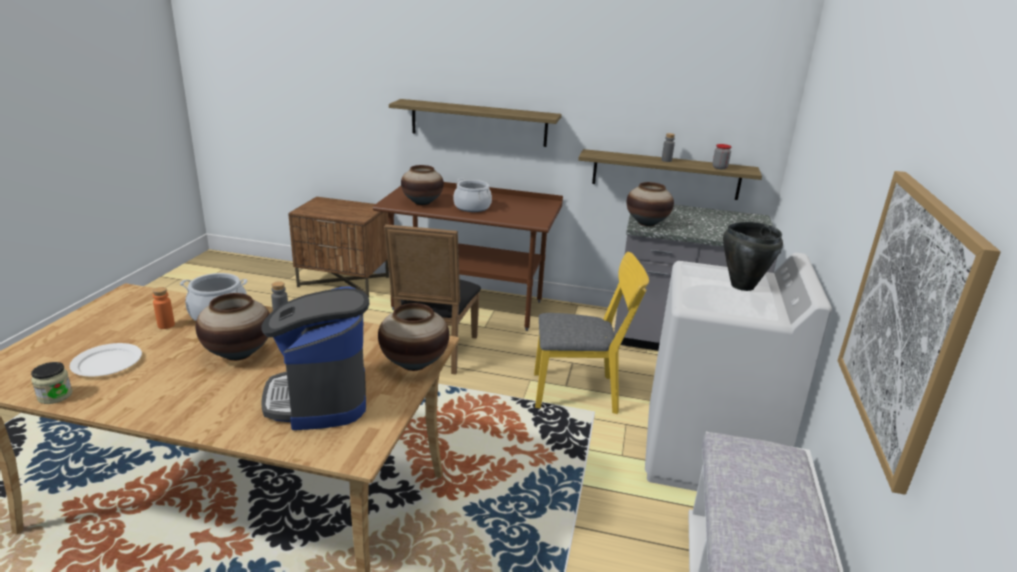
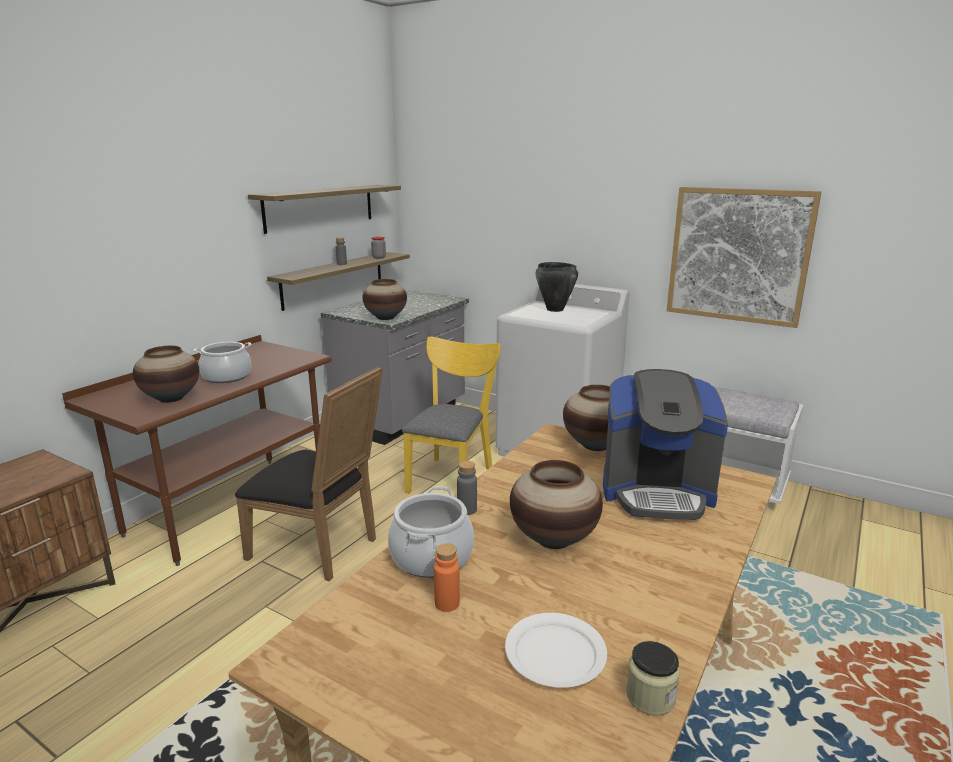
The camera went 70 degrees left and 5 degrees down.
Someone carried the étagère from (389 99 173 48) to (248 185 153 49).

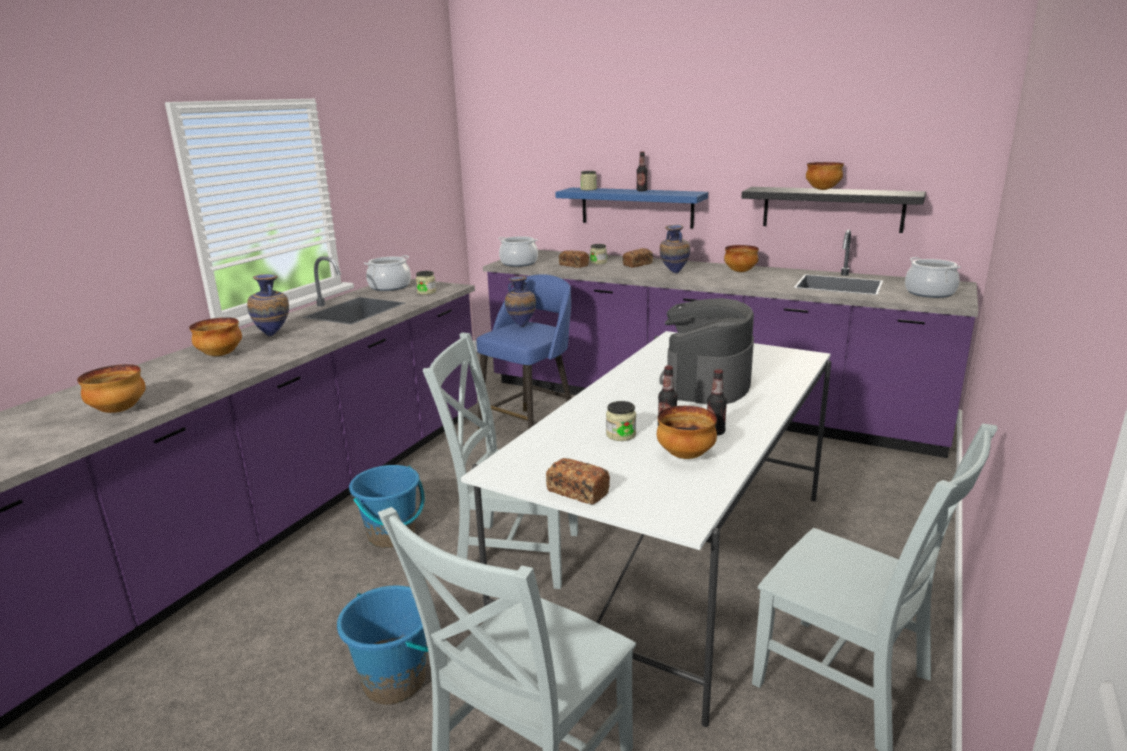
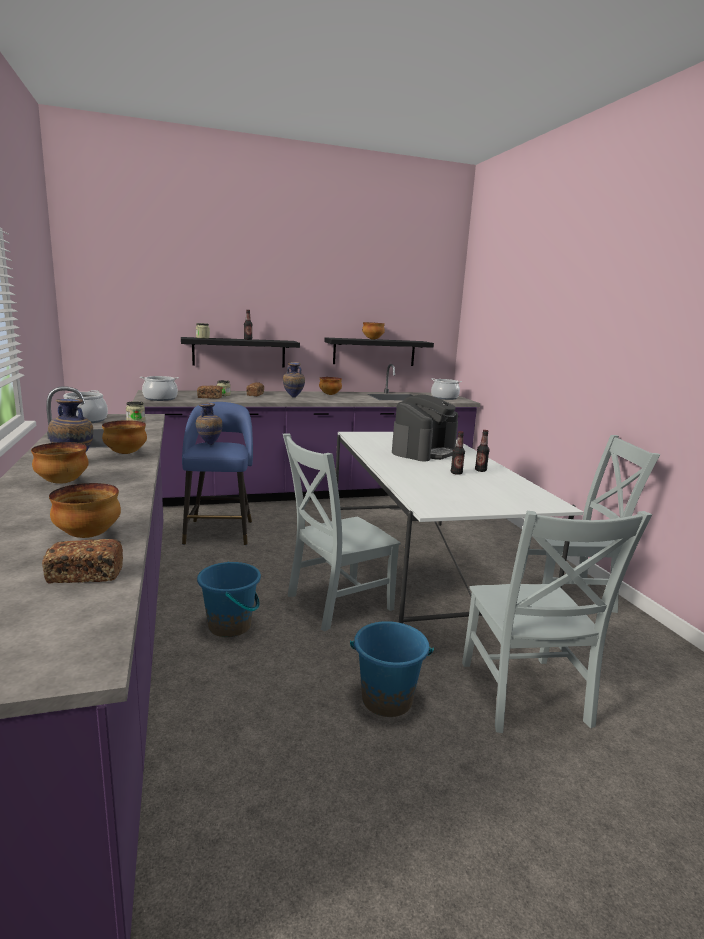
The camera went 45 degrees left and 5 degrees down.
Someone took away the bocal at (606 401 30 40).
Someone carried the pain from (546 458 64 46) to (42 539 81 45).
Someone carried the bol from (657 406 60 53) to (102 420 45 34).
Someone repainted the étagère/bleu at (555 188 153 41), which became the étagère/noir at (181 337 119 30).
Someone rotated the machine à café at (660 298 94 106) by 120 degrees counterclockwise.

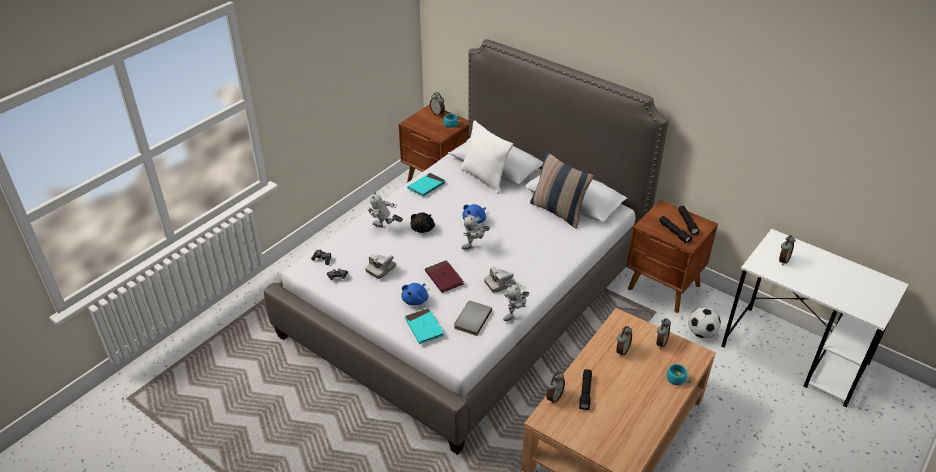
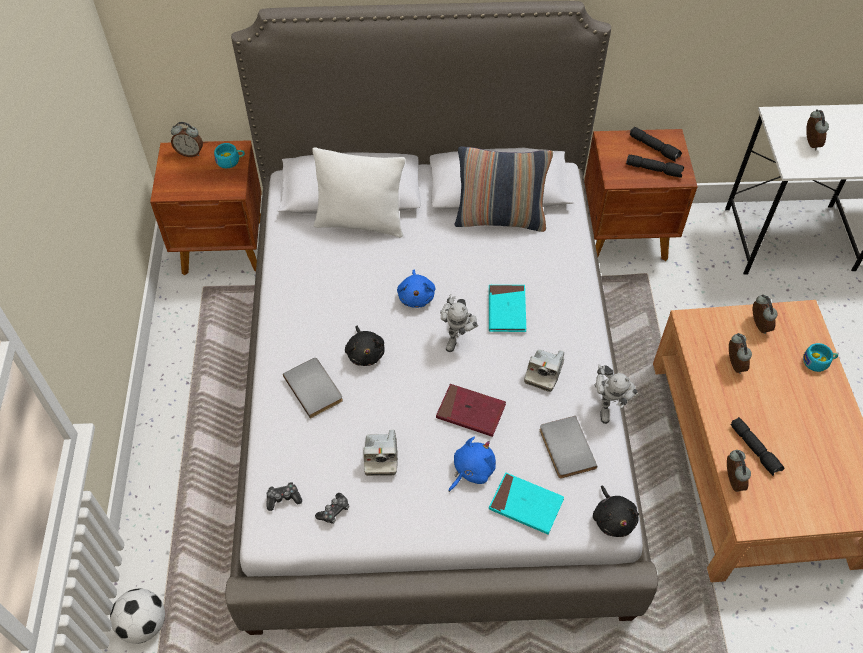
The camera went 40 degrees left and 15 degrees up.
Someone put down the peluche/noir at (593 486 46 51).
Someone carried the livre/turquoise from (407 173 39 24) to (489 285 37 47).
Someone carried the ballon de foot from (688 307 33 31) to (110 588 55 56).
Someone swapped the robot jouet at (367 192 36 36) for the livre/gris at (283 358 60 61).
Someone rotated the peluche/bleu at (401 283 28 23) by 120 degrees counterclockwise.

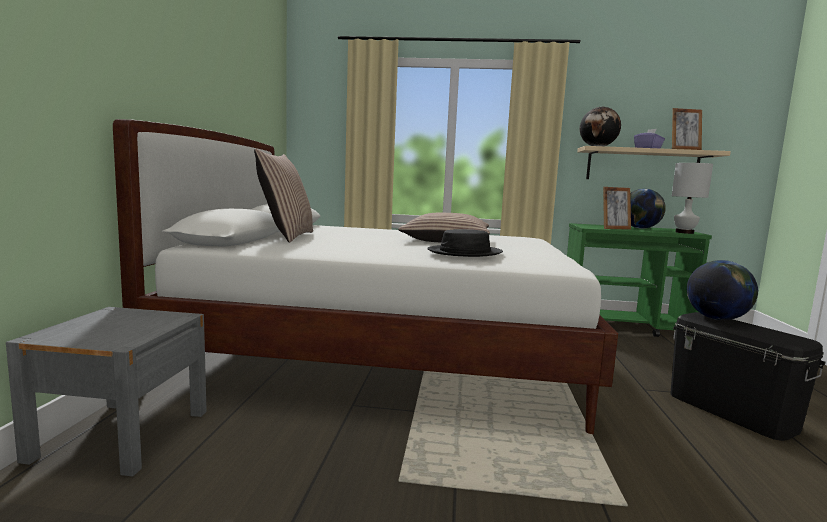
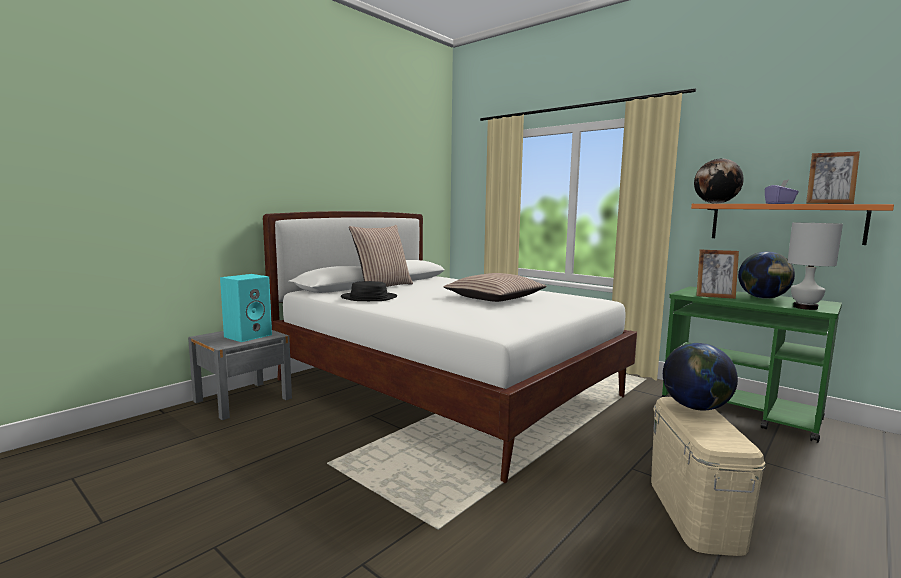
The camera went 35 degrees right and 0 degrees up.
Someone put down the enceinte/turquoise at (220 274 52 68).
Someone carried the chapeau/noir from (427 229 76 28) to (341 281 56 20).
Someone repainted the étagère/beige at (577 146 154 33), which became the étagère/orange at (691 204 203 41).
Someone repainted the boîte de rangement/noir at (670 312 156 129), which became the boîte de rangement/beige at (651 397 115 159).

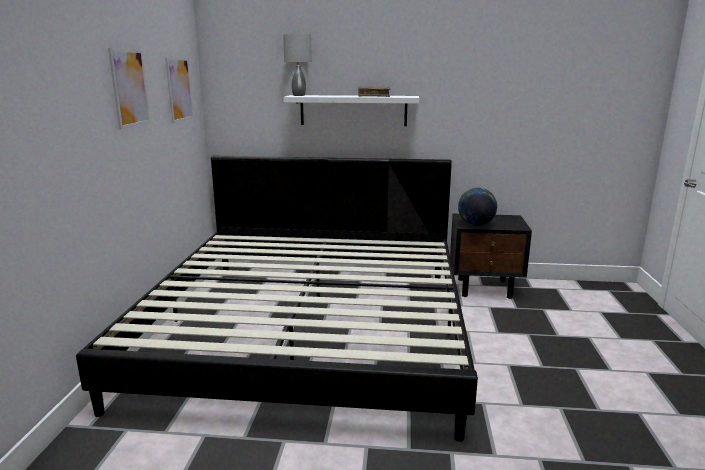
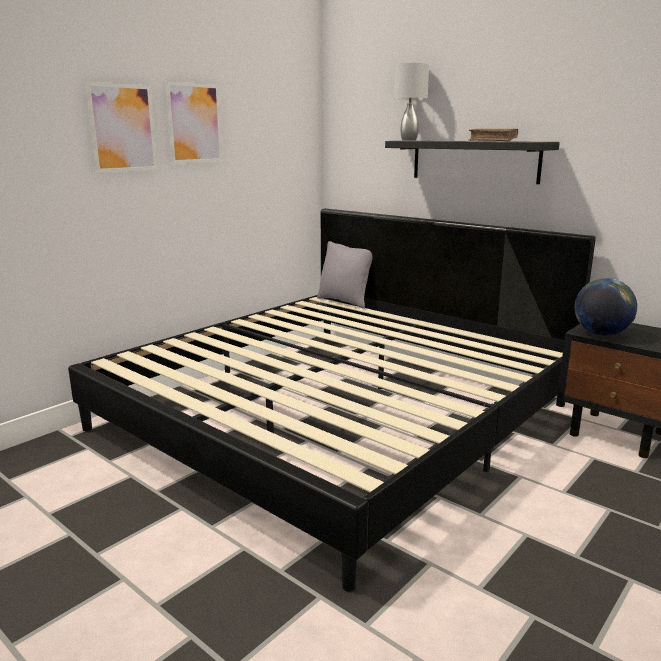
The camera went 35 degrees right and 0 degrees up.
Someone put down the coussin/gris at (317 241 55 68).
Someone carried the tableau from (165 57 29 66) to (85 81 73 92).
Someone repainted the étagère/blanc at (283 95 136 31), which became the étagère/noir at (385 141 175 43).

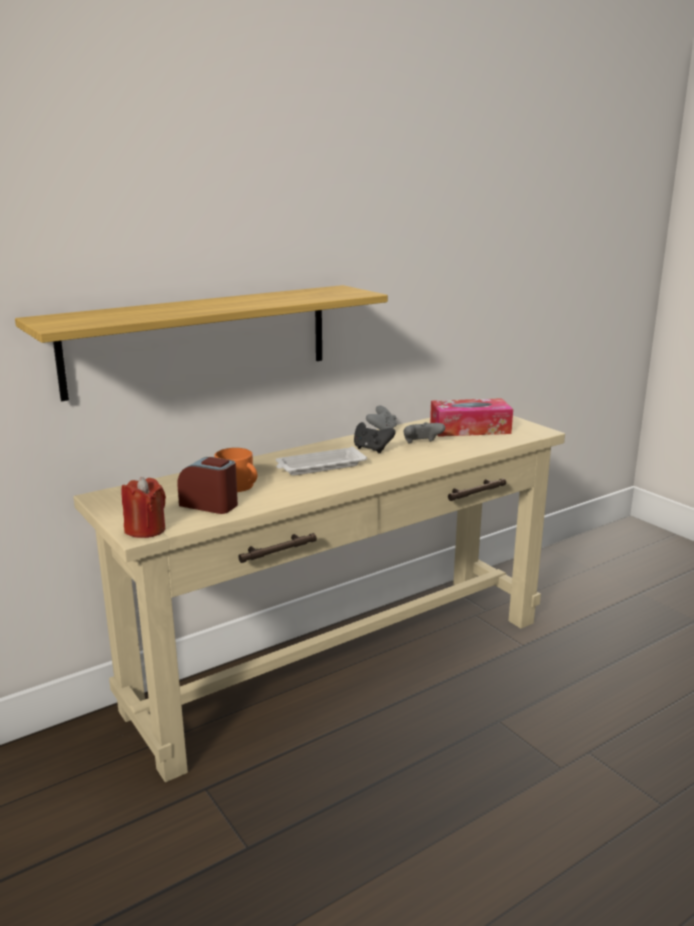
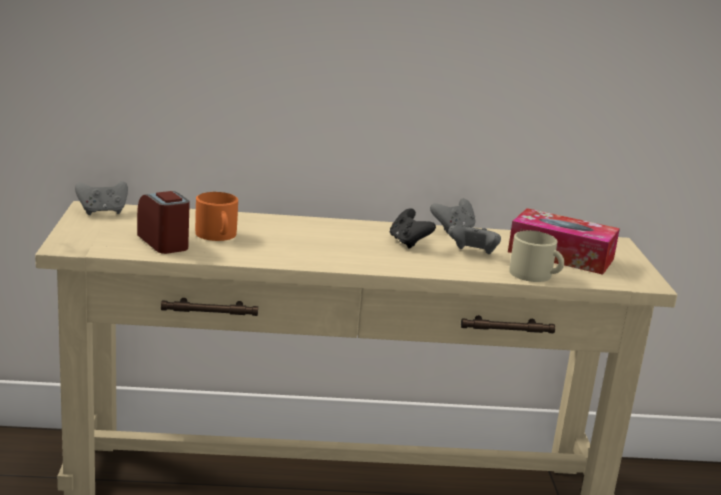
The camera went 30 degrees right and 0 degrees up.
Someone took away the étagère at (15 285 373 116).
Someone took away the bougie/rouge at (121 477 45 61).
Someone took away the plateau/blanc at (276 446 91 30).
Someone put down the manette/gris at (75 181 53 34).
Someone put down the mug/beige at (509 231 55 51).

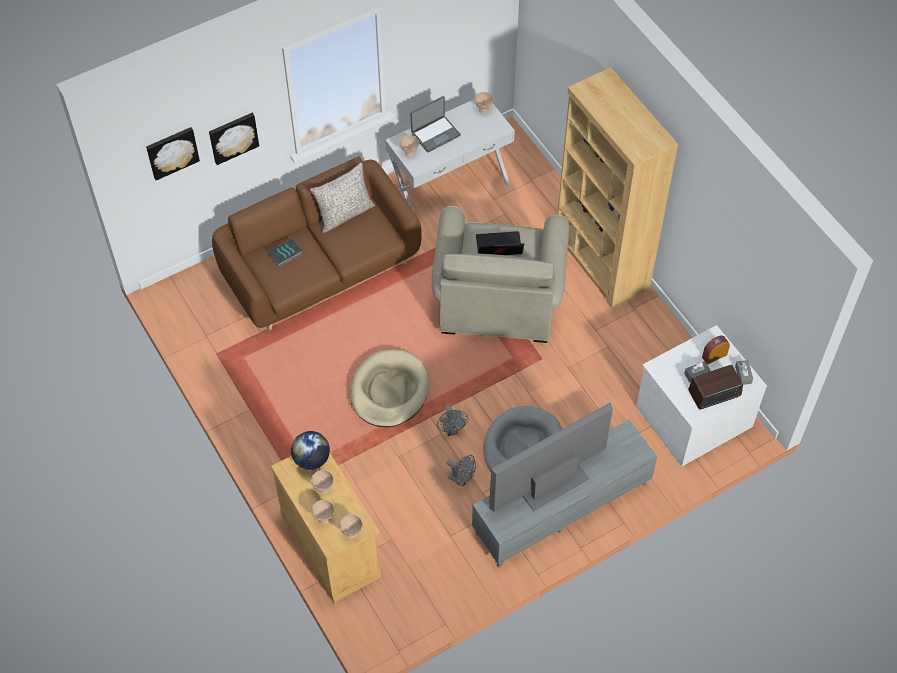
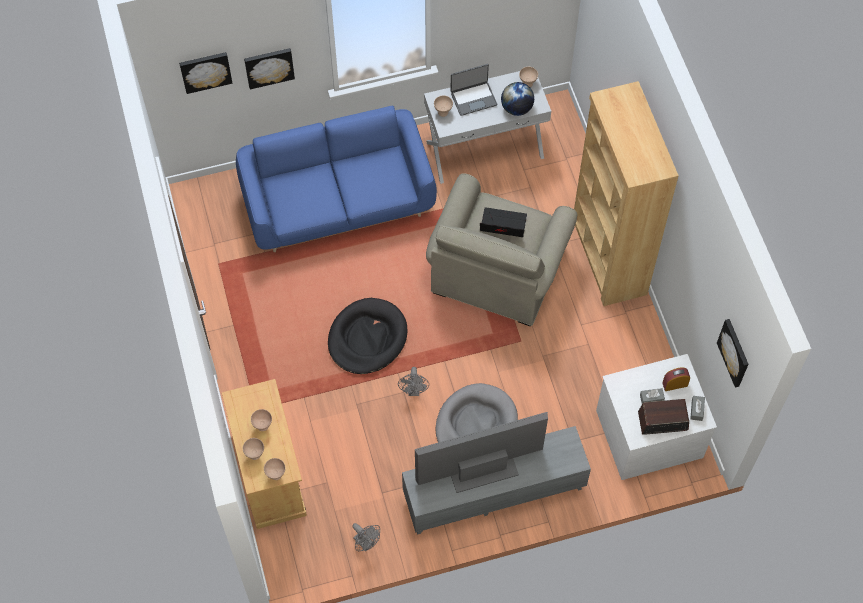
The camera went 15 degrees right and 5 degrees up.
Someone took away the livre at (268 239 34 28).
Someone took away the coussin/gris at (310 163 65 70).
Someone put up the tableau at (717 319 31 69).
Someone carried the globe from (291 431 39 39) to (501 82 33 34).
Someone carried the ventilateur/gris from (446 455 30 32) to (352 523 28 28).
Someone repainted the canapé/marron at (212 157 210 173), which became the canapé/bleu at (236 106 201 146).
Someone repainted the panier pour chien/beige at (350 349 80 78), which became the panier pour chien/noir at (328 298 79 76).

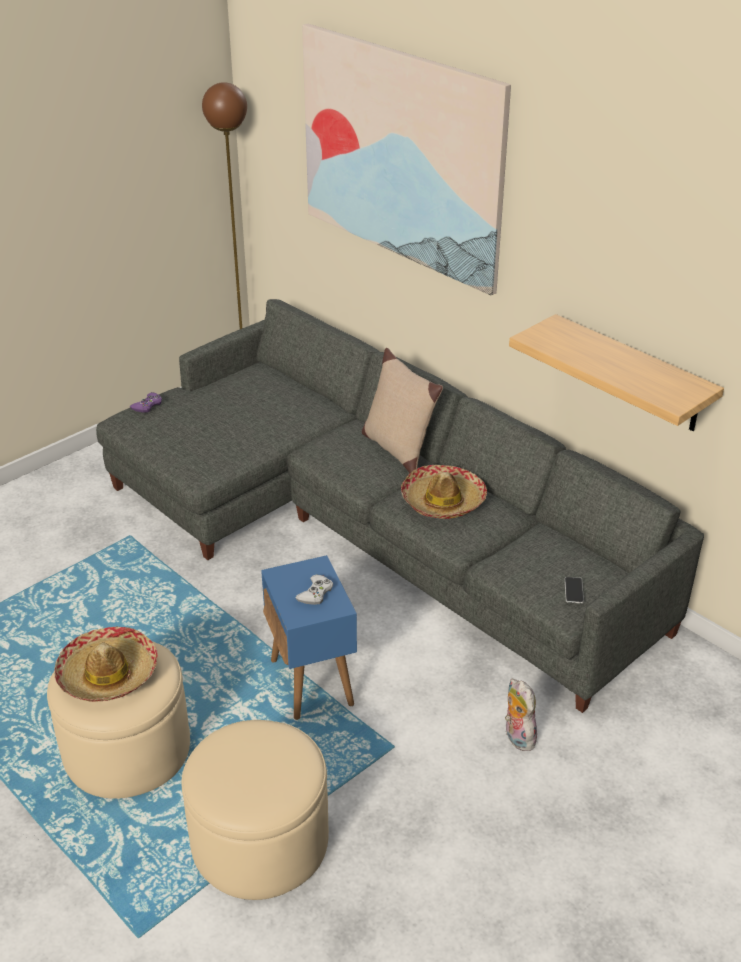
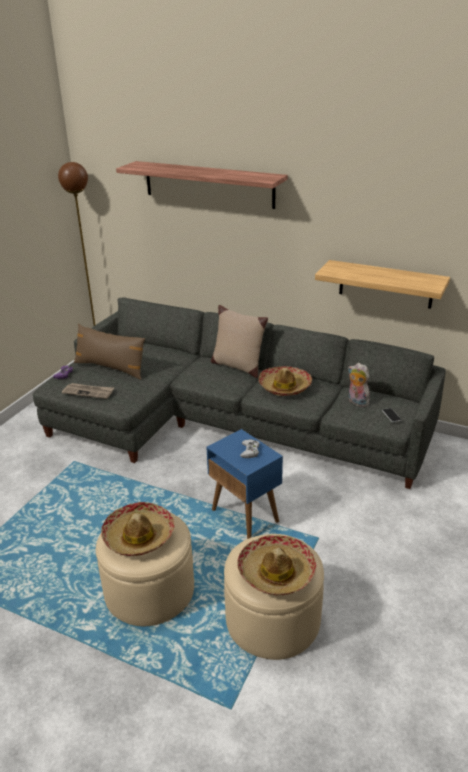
The camera went 20 degrees left and 5 degrees down.
Someone put down the journal at (62 383 52 16).
Someone put down the coussin/marron at (74 324 71 56).
Someone put down the chapeau at (237 535 79 61).
Someone carried the peluche from (505 679 32 72) to (348 363 22 44).
Someone swapped the tableau at (302 24 209 271) for the étagère at (116 161 172 48).

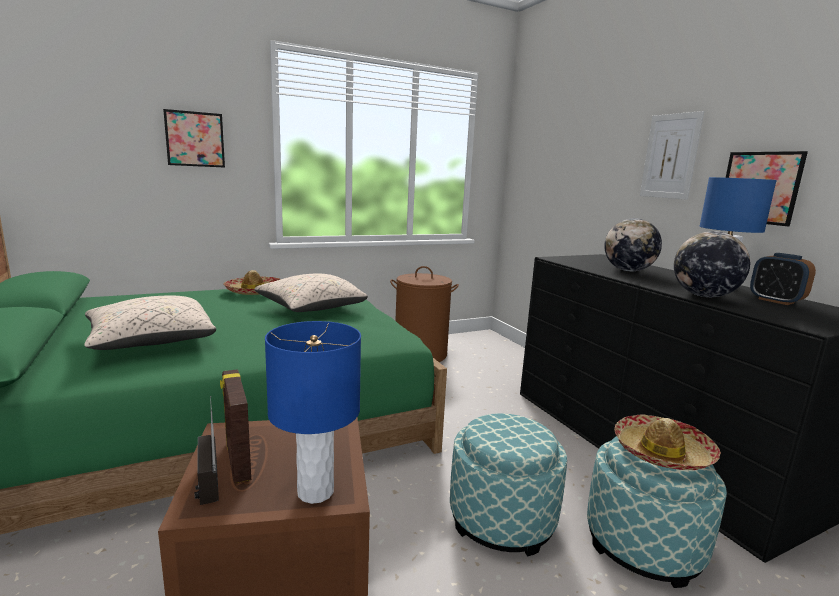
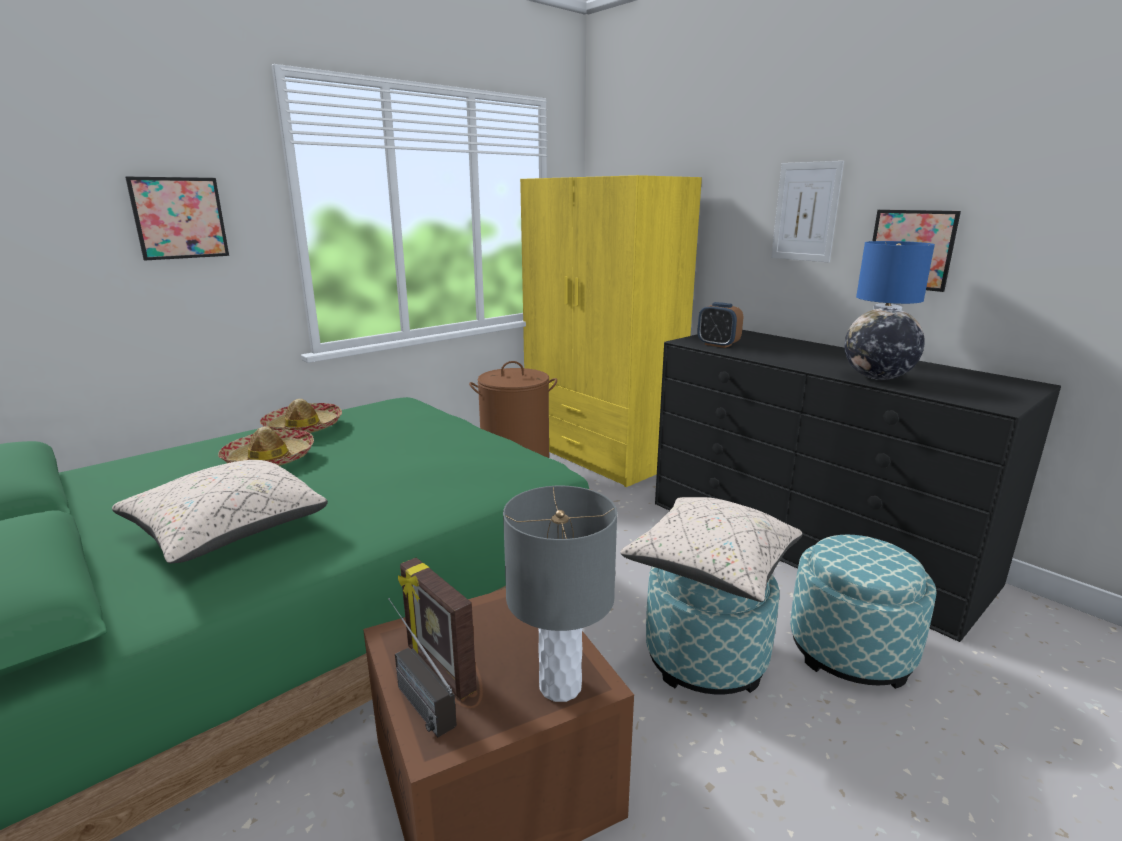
The camera went 15 degrees left and 5 degrees up.
Someone took away the globe at (604 218 58 53).
Someone put down the armoire/jaune at (520 175 182 312).
Someone carried the coussin/beige from (254 274 114 38) to (621 497 182 105).
Someone carried the chapeau from (614 414 107 56) to (218 426 96 40).
Someone carried the réveil from (750 253 66 52) to (697 302 46 46).
Someone repainted the lampe de table/bleu at (265 321 96 183), which became the lampe de table/gris at (503 486 114 216).

